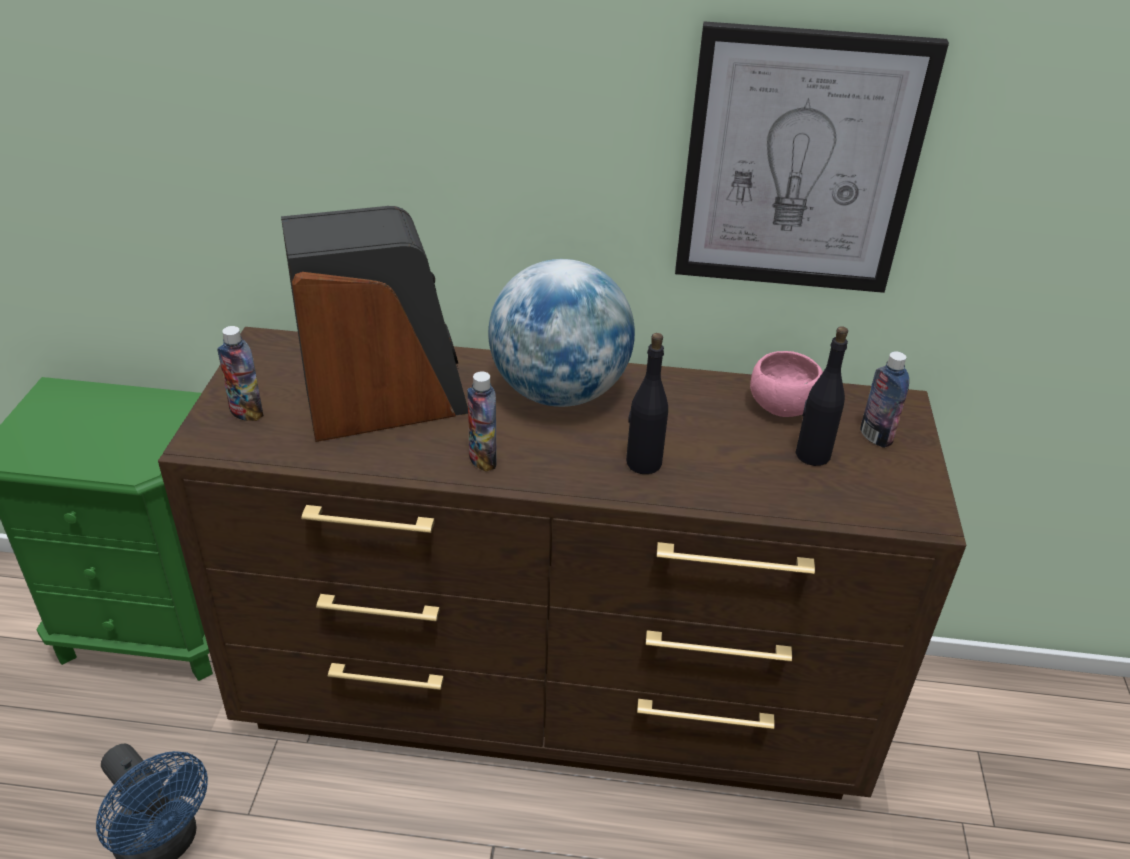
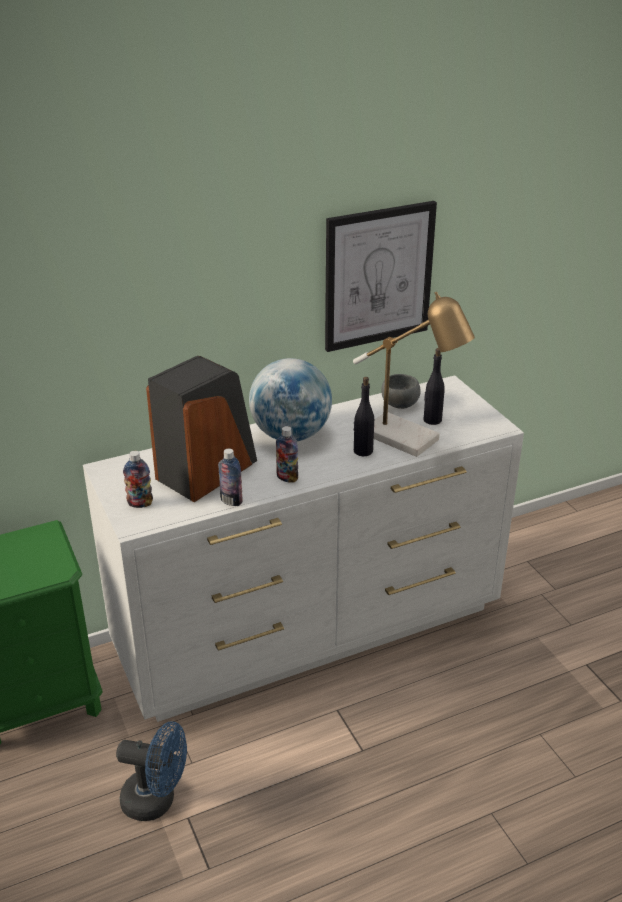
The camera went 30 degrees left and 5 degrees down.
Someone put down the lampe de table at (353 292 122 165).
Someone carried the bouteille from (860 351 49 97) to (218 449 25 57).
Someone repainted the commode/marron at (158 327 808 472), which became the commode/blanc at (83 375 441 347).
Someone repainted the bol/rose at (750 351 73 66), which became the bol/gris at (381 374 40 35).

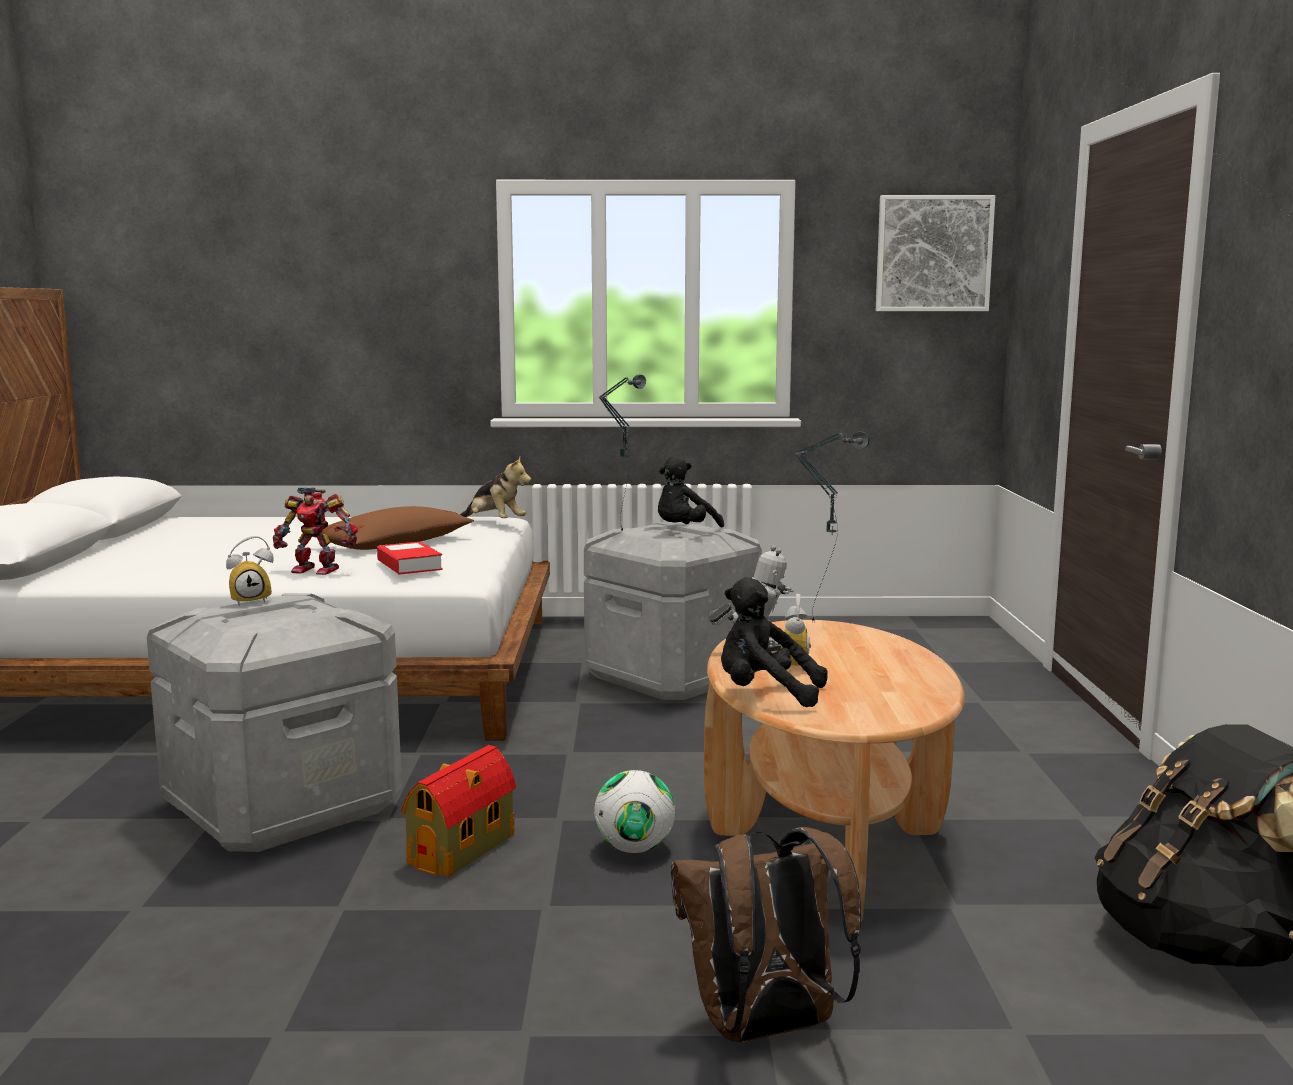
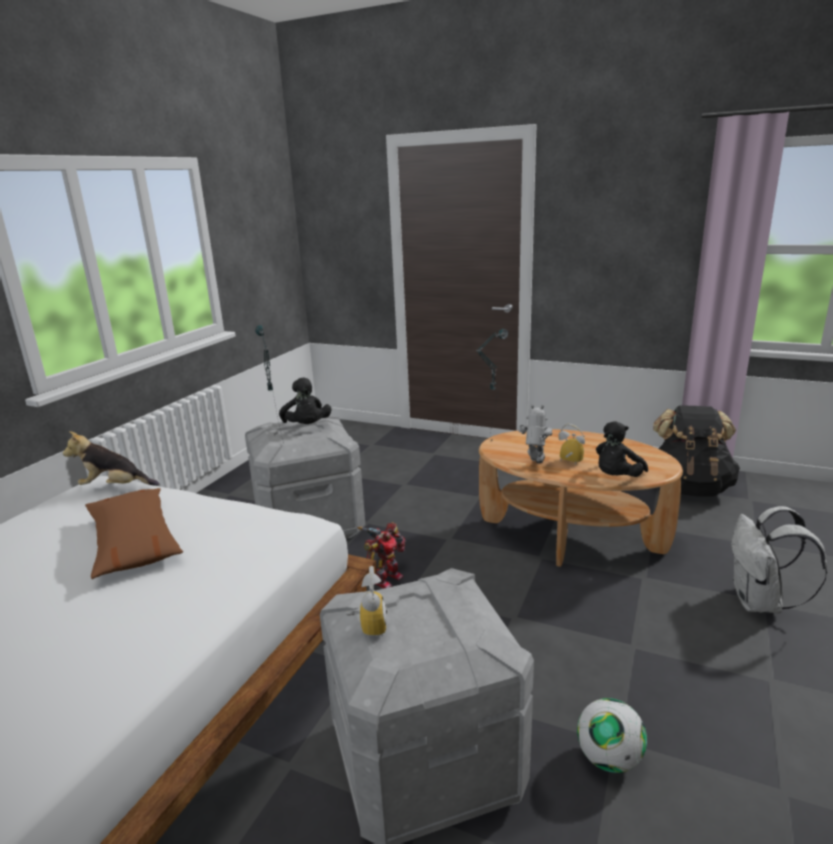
The camera went 65 degrees left and 10 degrees up.
Someone took away the livre at (377 542 66 33).
Someone took away the maison miniature at (401 745 115 132).
Someone took away the tableau at (876 195 119 116).
Someone carried the robot jouet from (273 487 85 88) to (358 522 48 67).
Someone carried the ballon de foot from (594 770 81 83) to (577 698 70 75).
Someone repainted the sac à dos/marron at (671 827 190 215), which became the sac à dos/blanc at (731 506 96 108).
Someone rotated the peluche at (460 457 71 61) by 150 degrees counterclockwise.

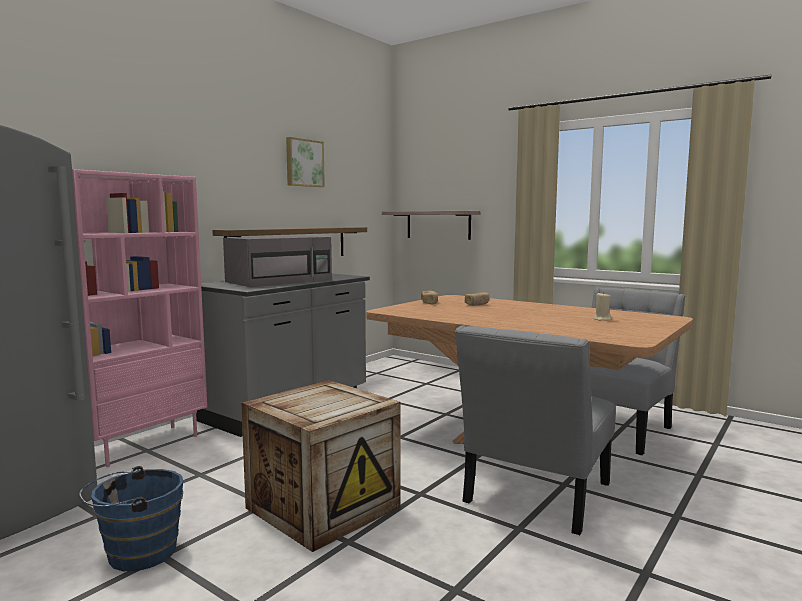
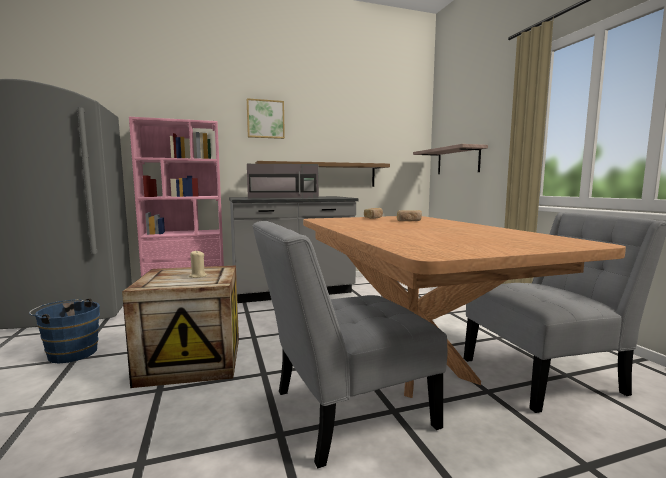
The camera went 35 degrees right and 0 degrees up.
Someone carried the tableau from (286 137 39 50) to (247 98 38 41).
Someone carried the bougie/beige from (593 292 19 29) to (189 251 18 27).

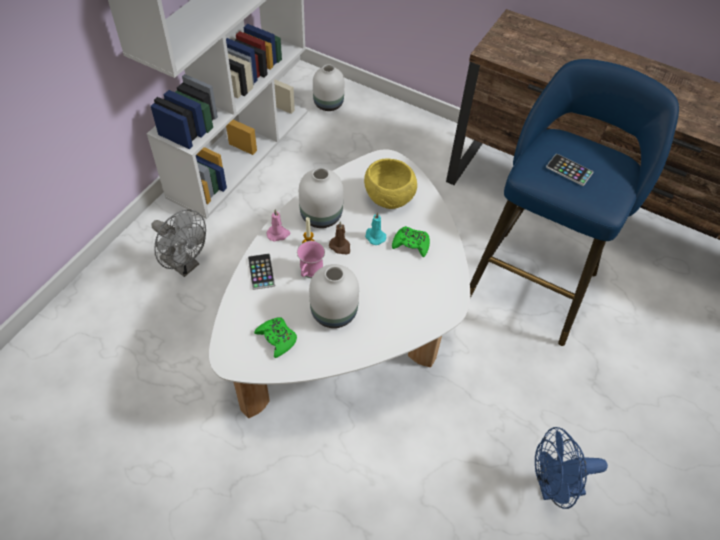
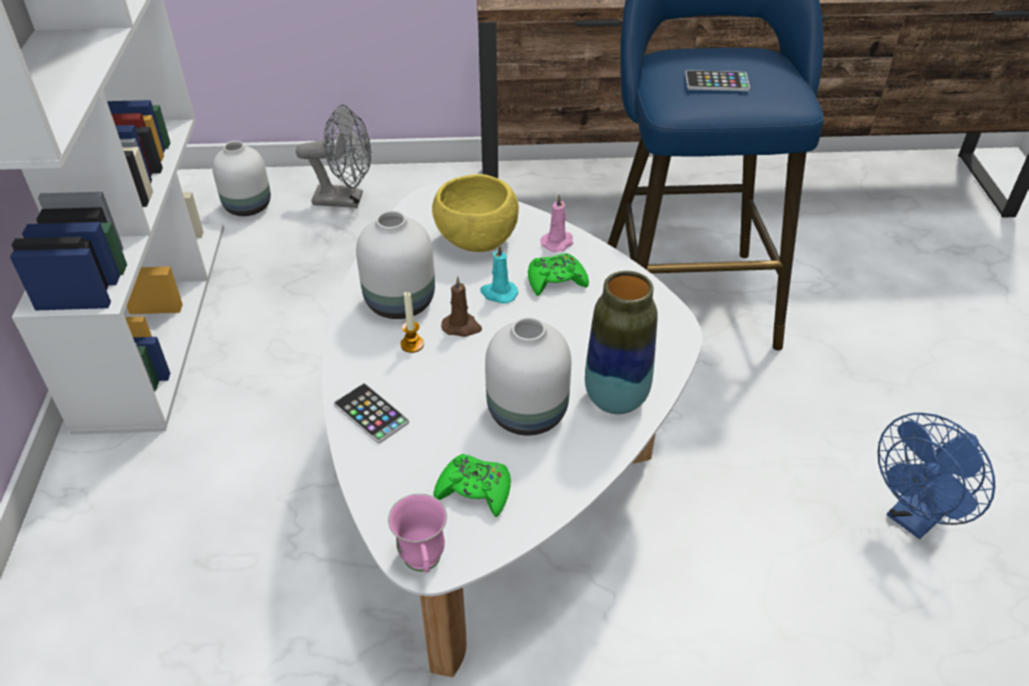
The camera went 30 degrees left and 10 degrees down.
Someone put down the vase at (585 271 73 143).
Someone carried the ventilateur/gris from (151 209 55 68) to (296 104 75 104).
Someone carried the bougie/rose from (267 209 24 33) to (540 194 33 58).
Someone carried the mug/rose from (297 241 28 37) to (388 494 59 79).

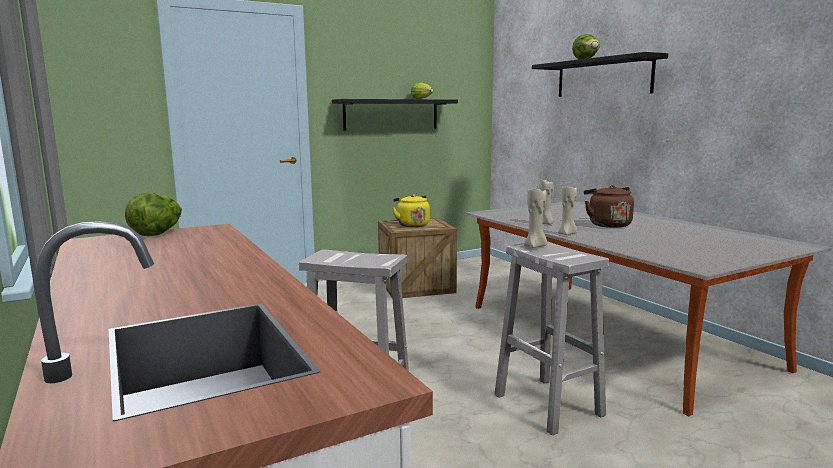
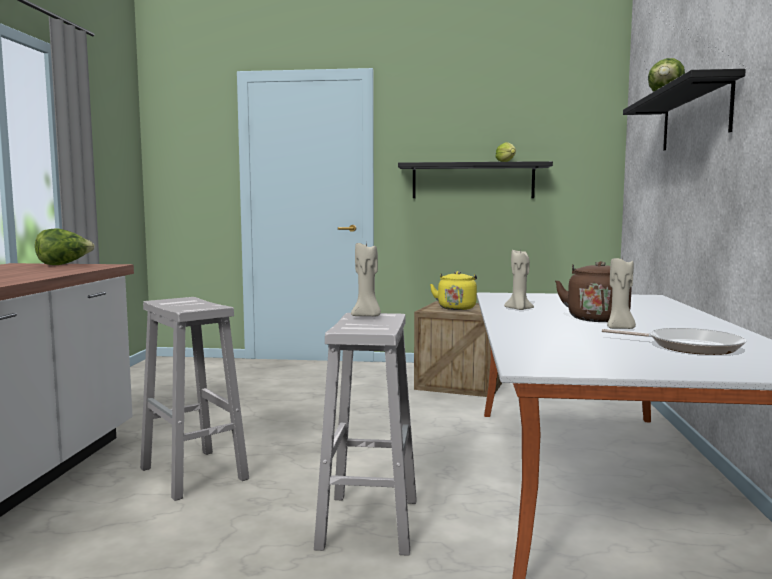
The camera went 35 degrees right and 5 degrees down.
Someone put down the poêle at (602 328 145 27).
Someone carried the bougie/beige from (558 185 19 50) to (607 256 29 73).

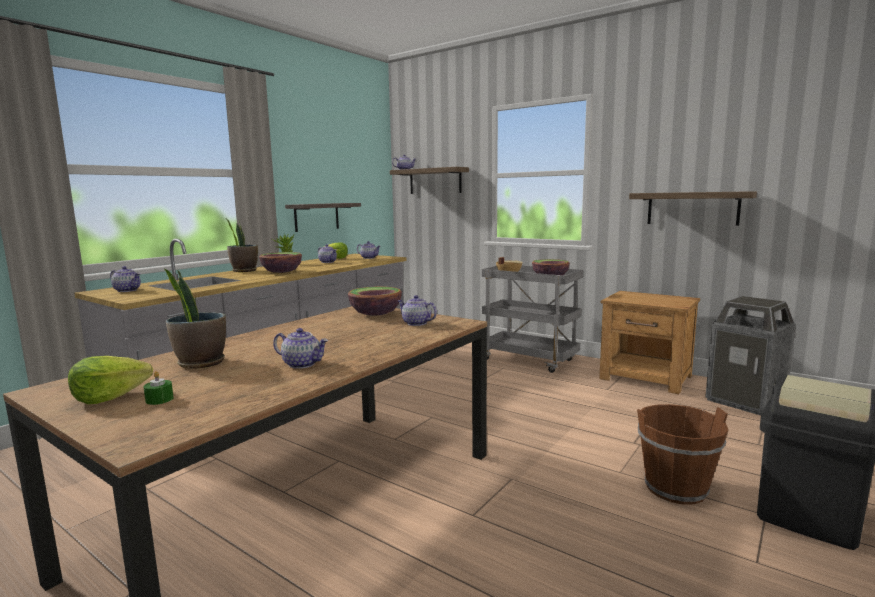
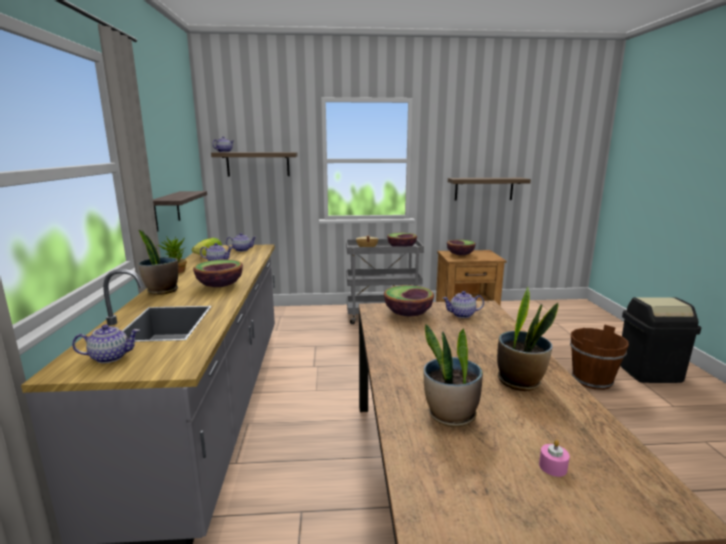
The camera went 40 degrees left and 5 degrees up.
Someone took away the laitue at (68 356 85 48).
Someone took away the poubelle at (705 296 91 119).
Someone put down the bol at (447 239 29 16).
Someone swapped the théière at (273 328 55 41) for the plante en pot at (497 287 62 104).
Someone repainted the bougie/vert at (144 371 29 34), which became the bougie/rose at (539 440 31 37).

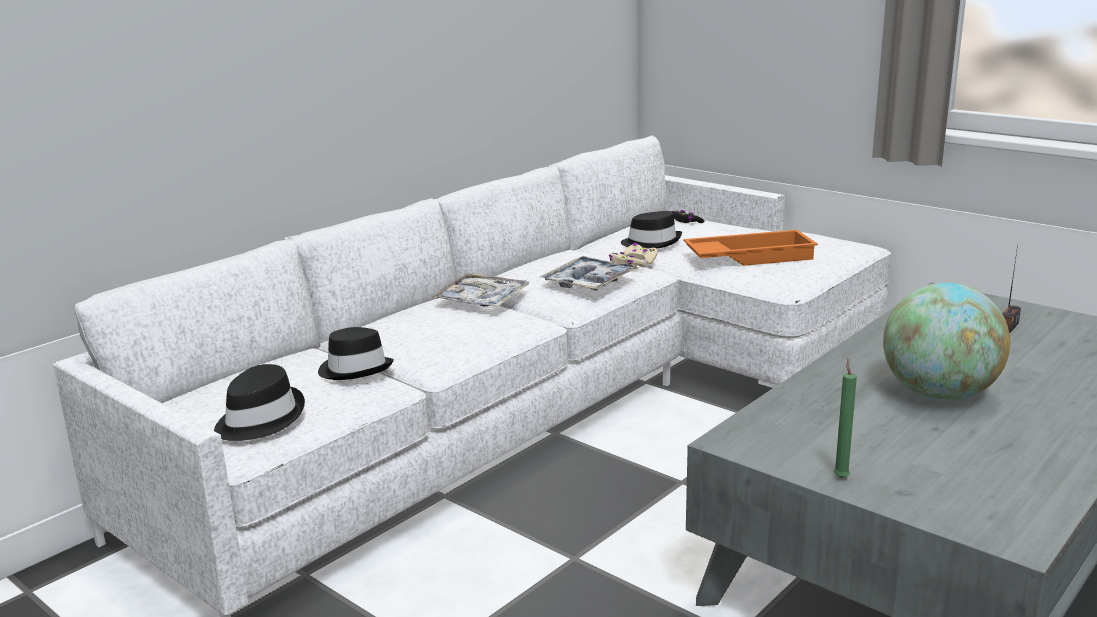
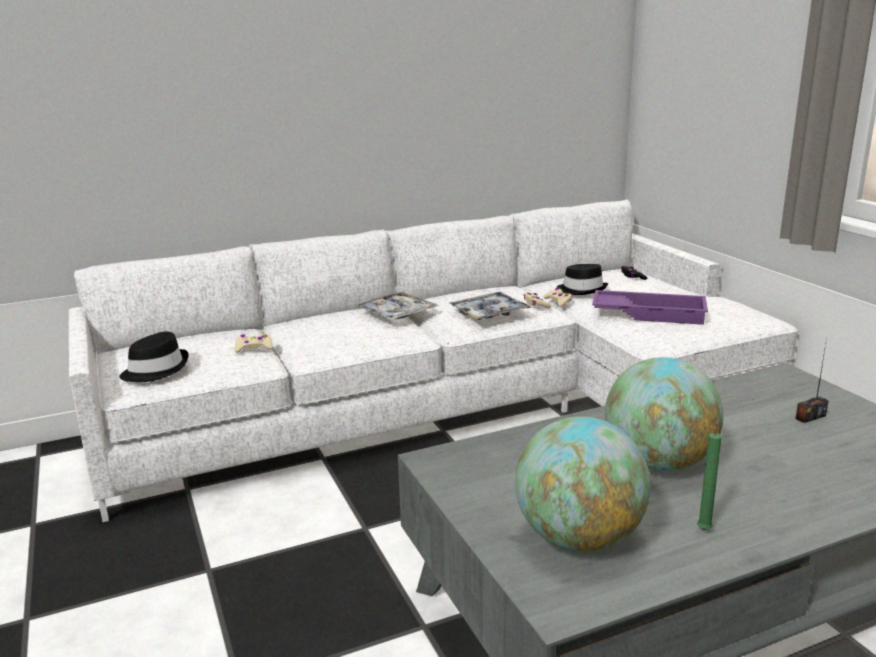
The camera went 25 degrees right and 0 degrees up.
Someone put down the globe at (515 416 136 136).
Someone carried the bougie/vert from (834 358 23 120) to (697 419 25 111).
Someone swapped the chapeau/noir at (318 327 76 53) for the manette/beige at (234 334 39 18).
Someone repainted the plateau/orange at (683 230 135 36), which became the plateau/violet at (592 290 116 35).

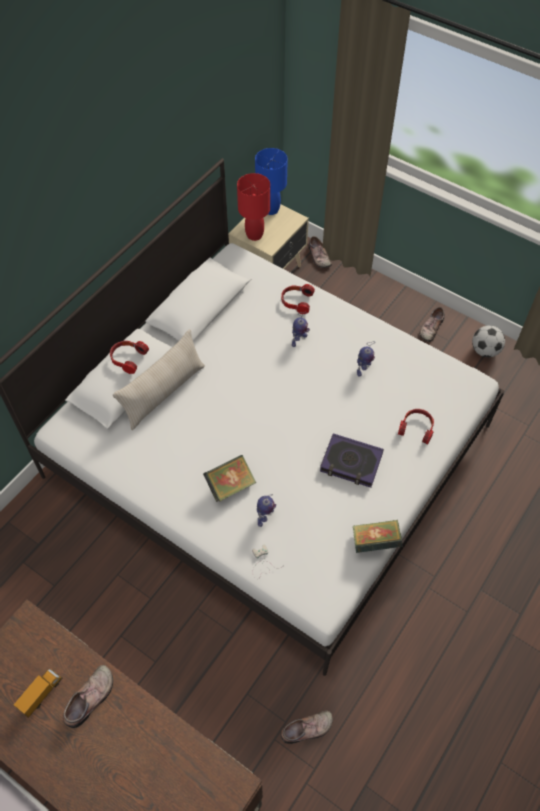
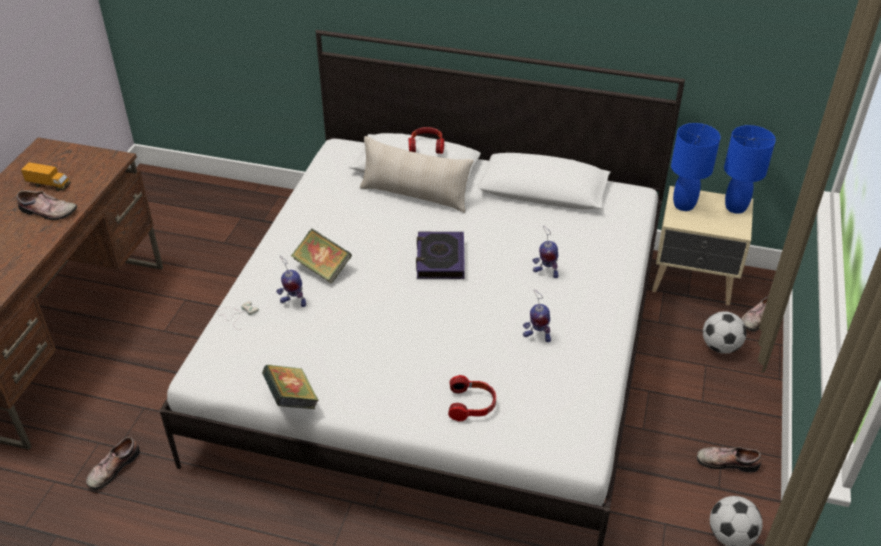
The camera went 70 degrees right and 15 degrees down.
Someone took away the casque audio at (281 284 34 30).
Someone put down the ballon de foot at (703 311 44 43).
Someone carried the livre from (320 433 64 55) to (416 232 49 47).
Someone repainted the lampe de table/rouge at (237 173 33 68), which became the lampe de table/bleu at (671 123 50 88).
Someone rotated the chaussure at (280 711 53 33) by 75 degrees clockwise.

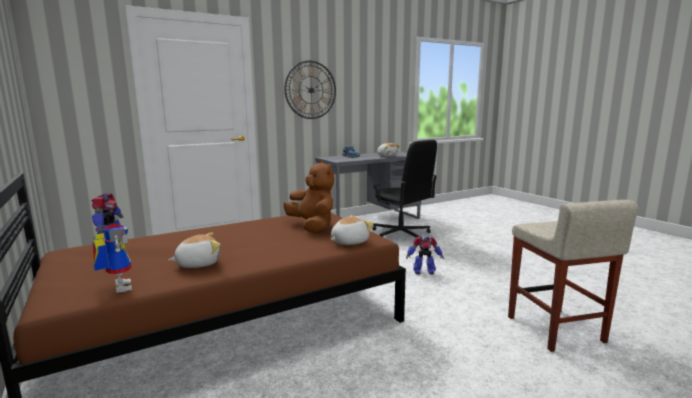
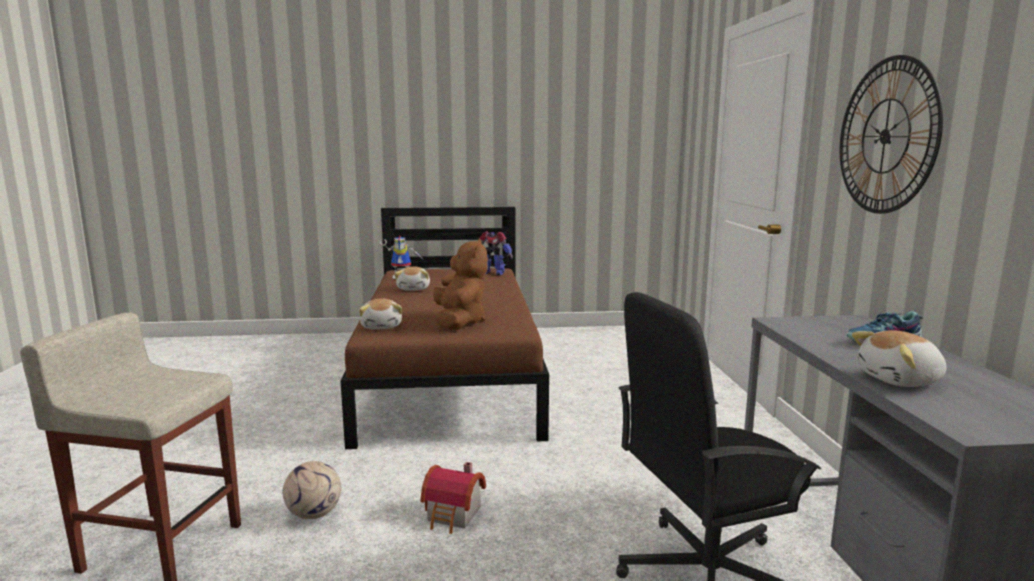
The camera went 115 degrees right and 0 degrees up.
Someone put down the ballon de foot at (282 461 59 58).
Someone swapped the robot jouet at (406 237 38 38) for the maison miniature at (420 462 66 72).
Someone rotated the peluche/marron at (283 161 51 72) by 90 degrees counterclockwise.

